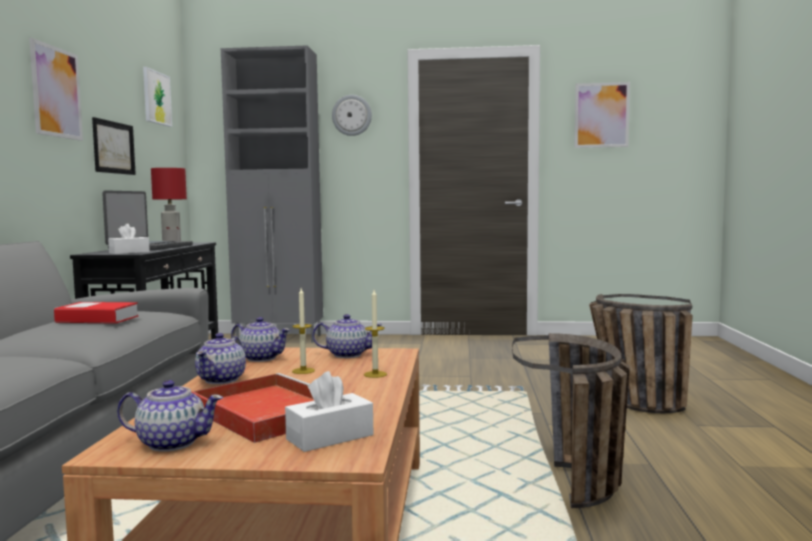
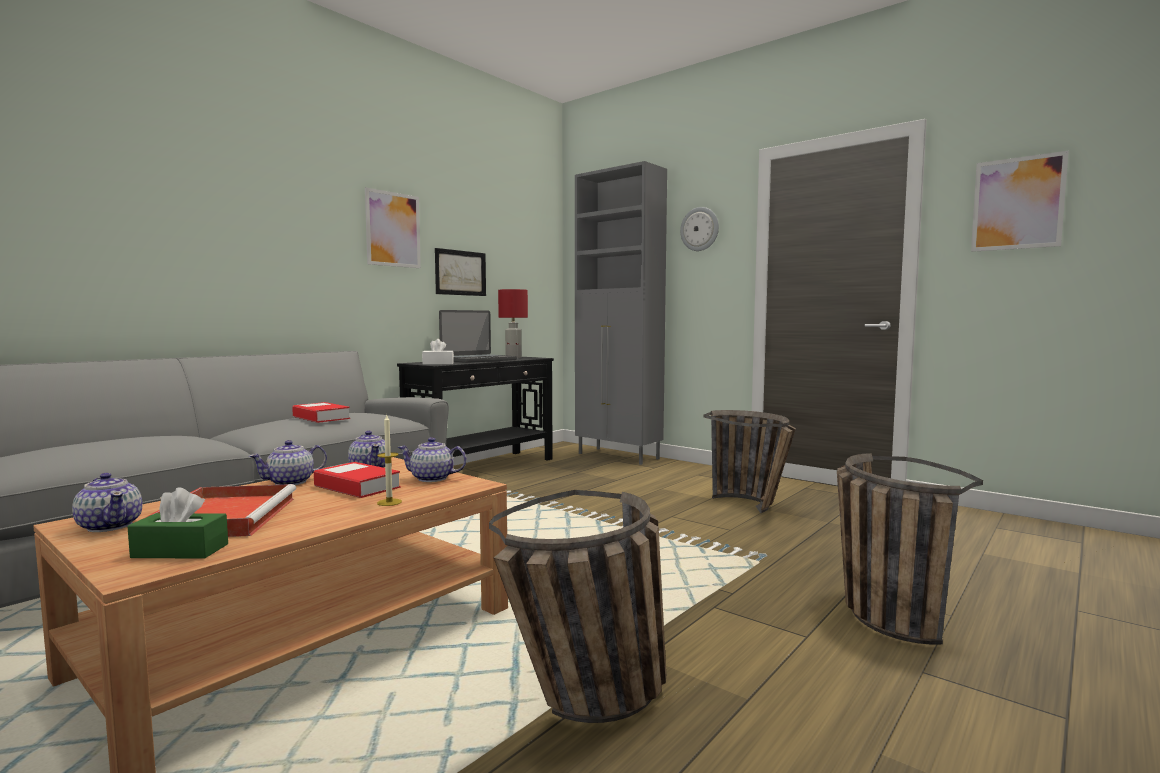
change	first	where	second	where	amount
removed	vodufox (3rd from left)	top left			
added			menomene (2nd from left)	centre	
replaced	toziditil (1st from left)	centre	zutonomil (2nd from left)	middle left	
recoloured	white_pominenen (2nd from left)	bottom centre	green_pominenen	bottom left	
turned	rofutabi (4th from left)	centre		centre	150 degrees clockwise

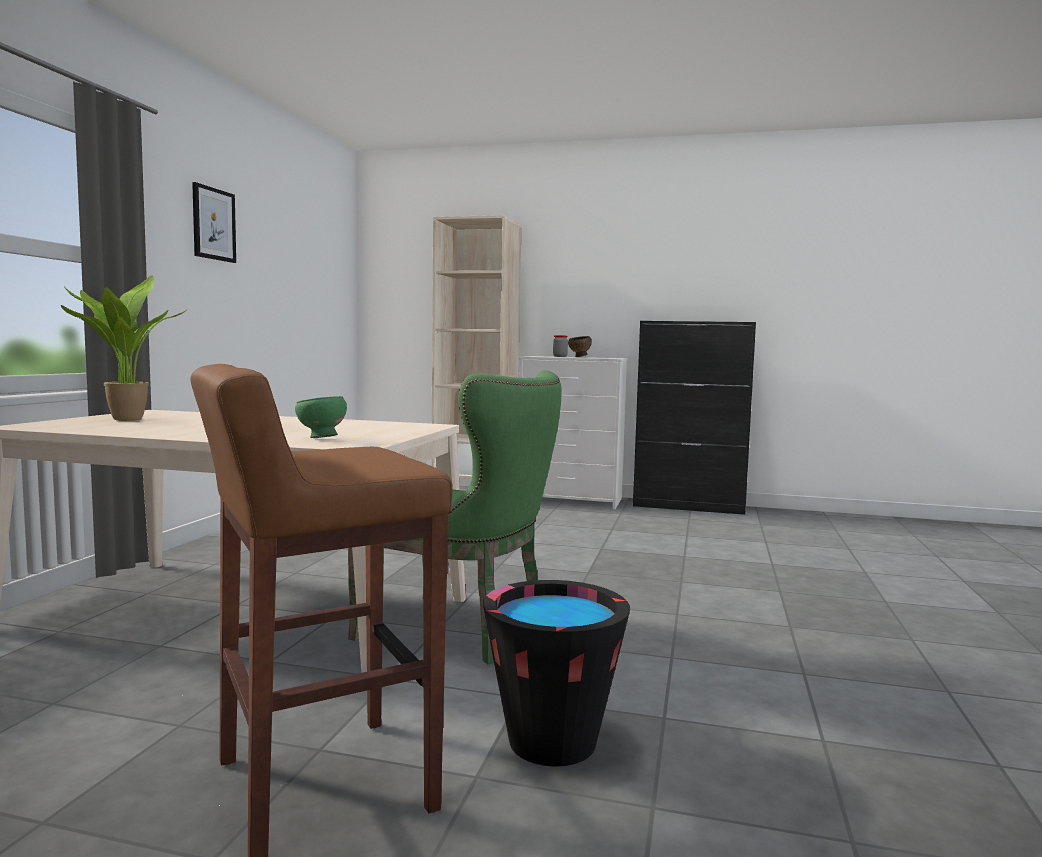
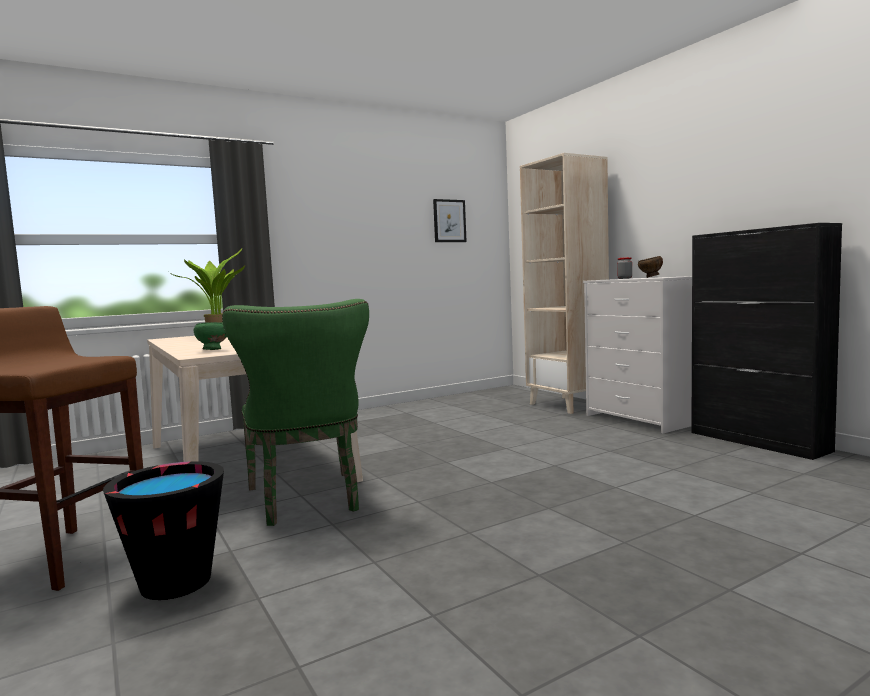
change	first	where	second	where	amount
moved	vodufox	top left		top centre	

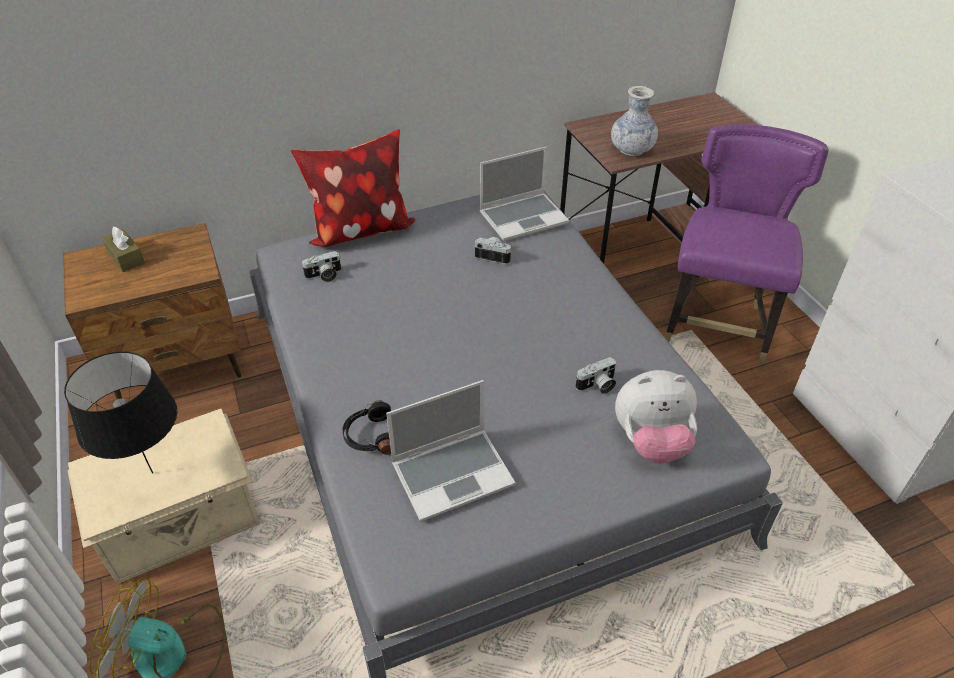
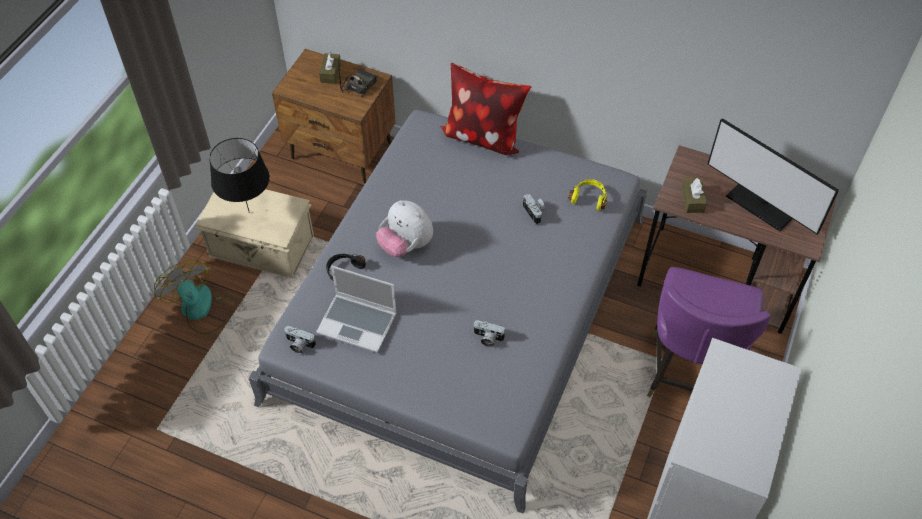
change	first	where	second	where	amount
added			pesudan	top centre	
added			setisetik	middle right	
moved	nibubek (1st from left)	centre		middle left	
moved	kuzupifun	middle right		centre	
replaced	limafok (2nd from left)	top centre	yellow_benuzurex	centre	
replaced	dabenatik	top centre	brown_pominenen (2nd from left)	middle right	
turned	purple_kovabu	middle right		middle right	135 degrees clockwise

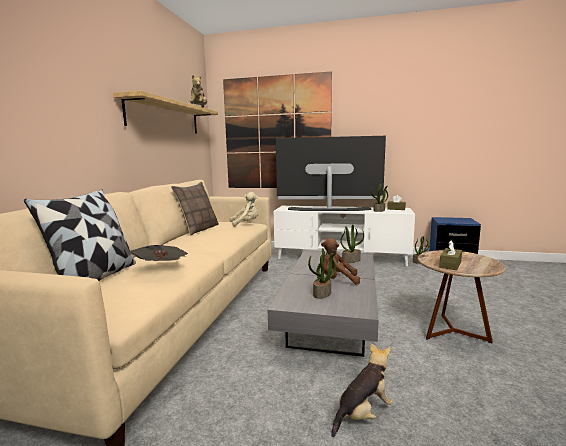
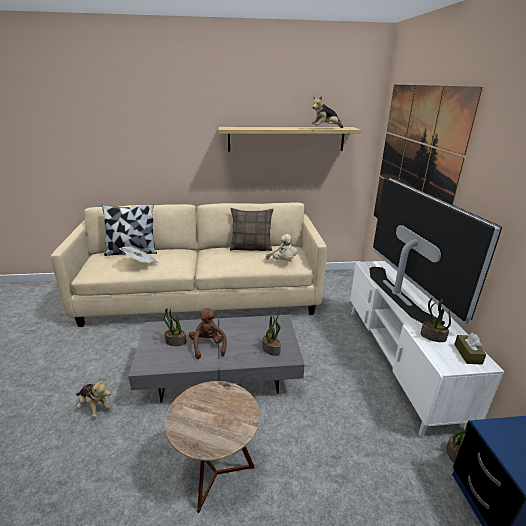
change	first	where	second	where	amount
removed	brown_pominenen (2nd from left)	middle right			

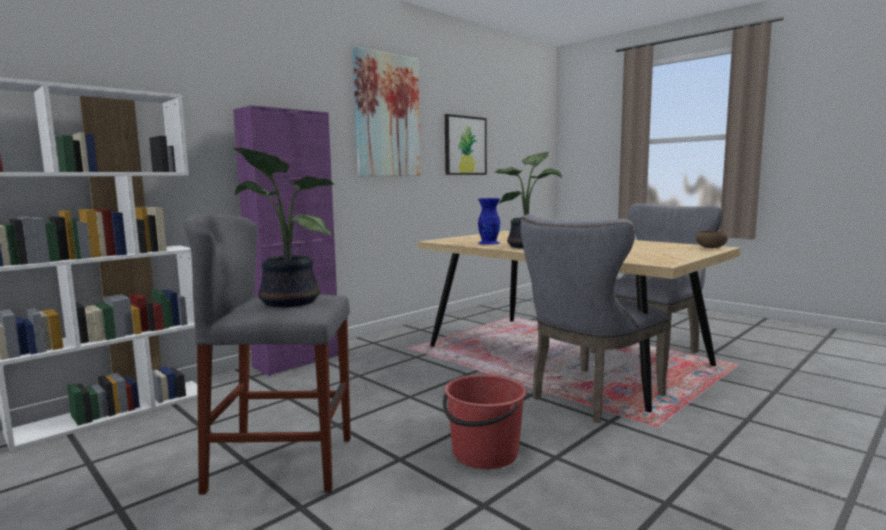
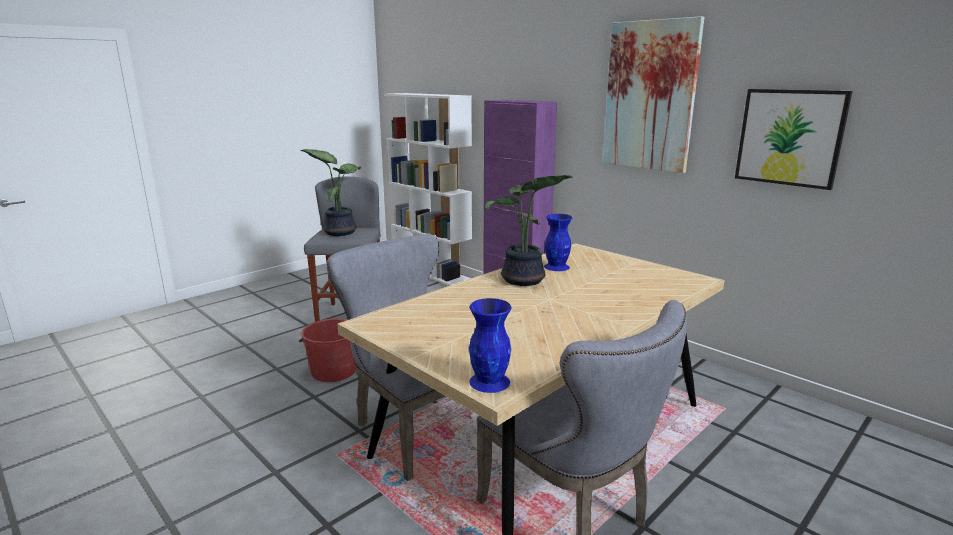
change	first	where	second	where	amount
replaced	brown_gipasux	middle right	blue_dabenatik (1st from left)	centre	

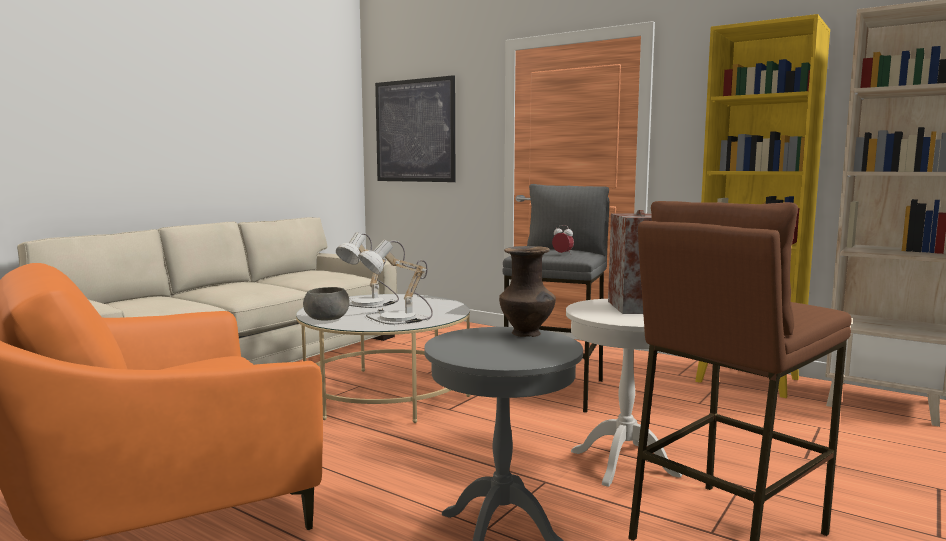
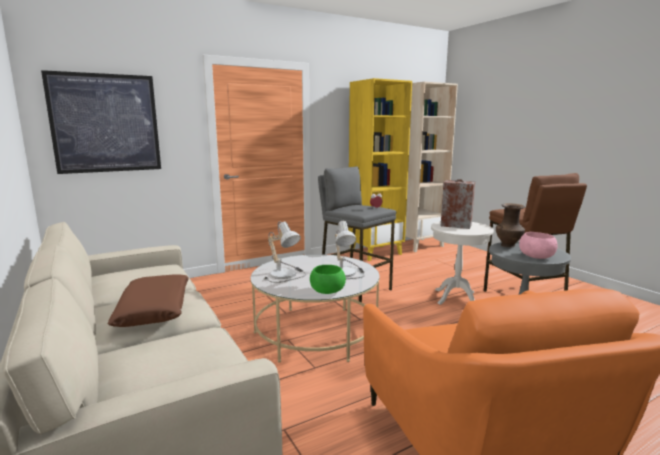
change	first	where	second	where	amount
added			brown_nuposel	middle left	
added			pink_gipasux	middle right	
recoloured	grey_gipasux	centre	green_gipasux	centre	

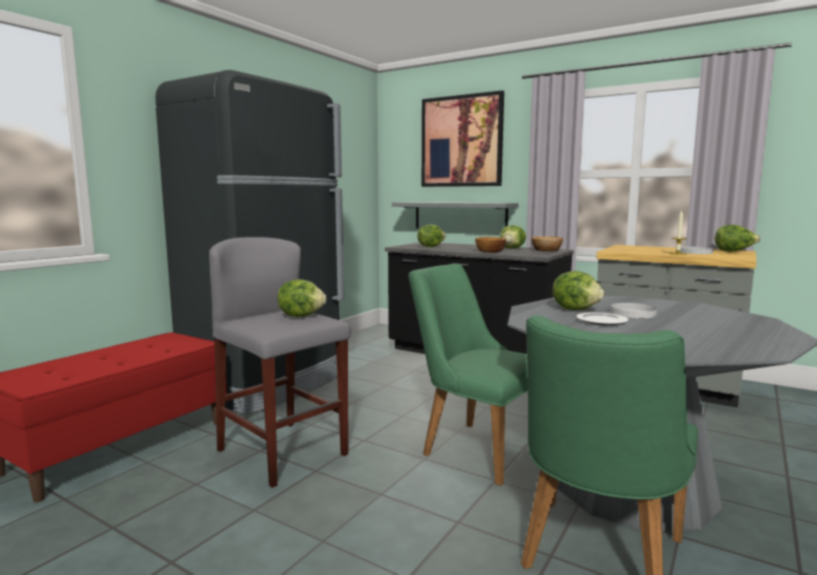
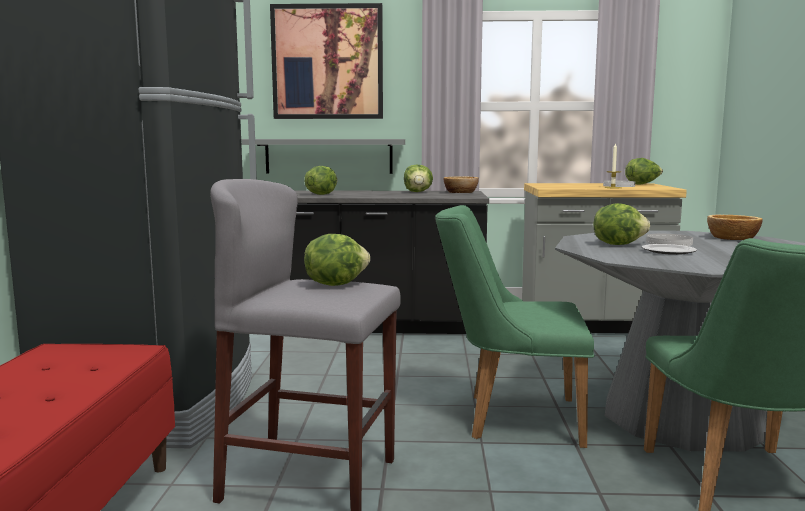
change	first	where	second	where	amount
moved	gipasux (1st from left in the first image)	centre	gipasux (2nd from left)	middle right	

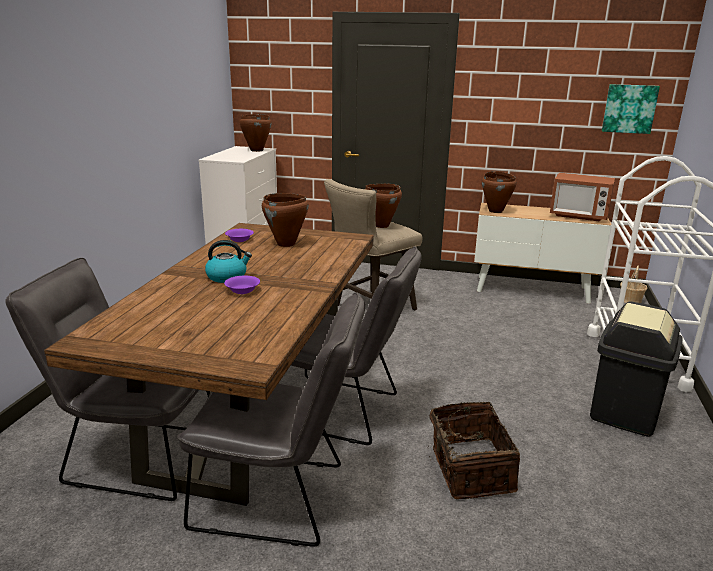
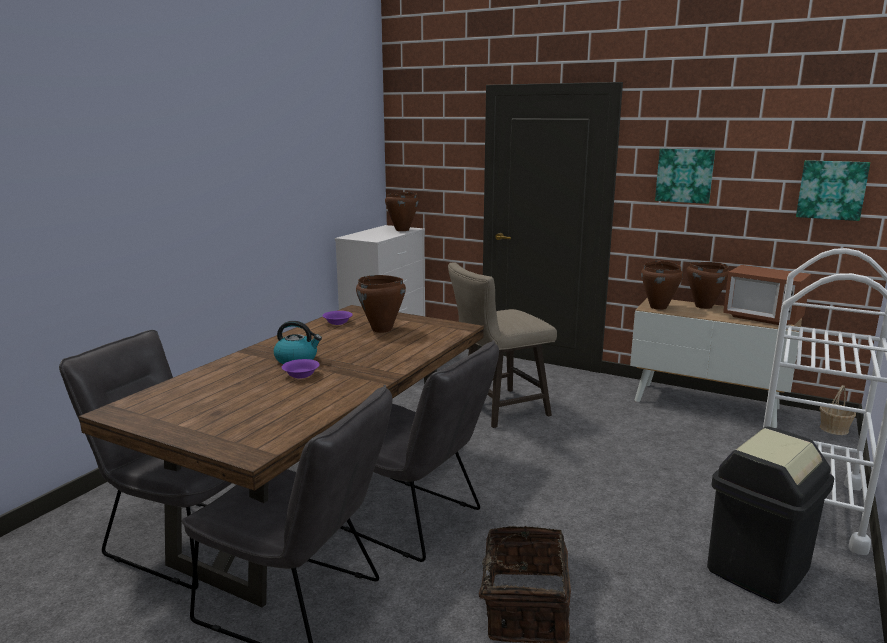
change	first	where	second	where	amount
added			vodufox (1st from left)	top right	
moved	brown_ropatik (3rd from left in the first image)	centre	brown_ropatik (4th from left)	middle right	

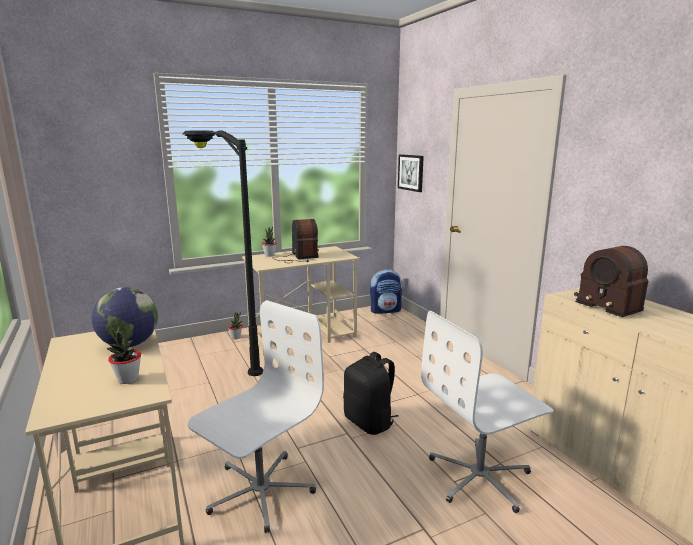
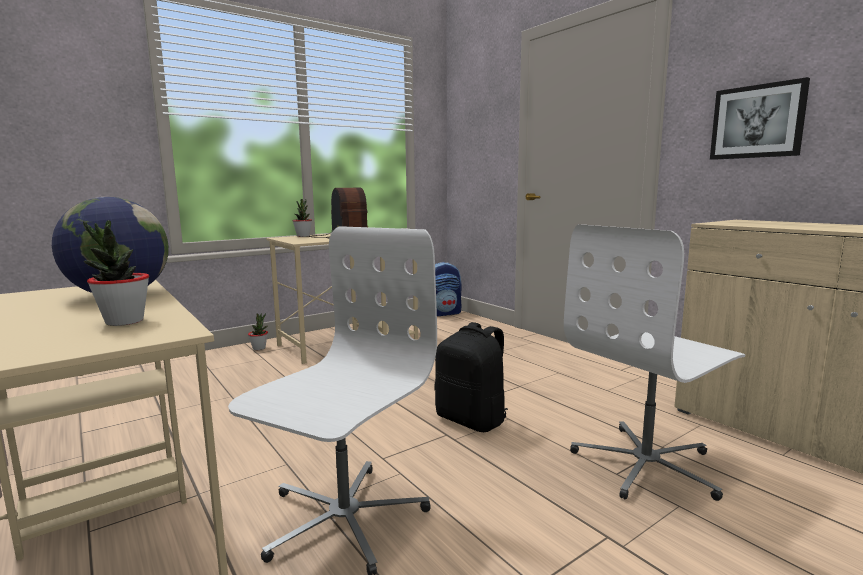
change	first	where	second	where	amount
removed	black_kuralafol	middle left			
removed	pesudan (2nd from left)	middle right			
moved	vodufox	top centre		top right	

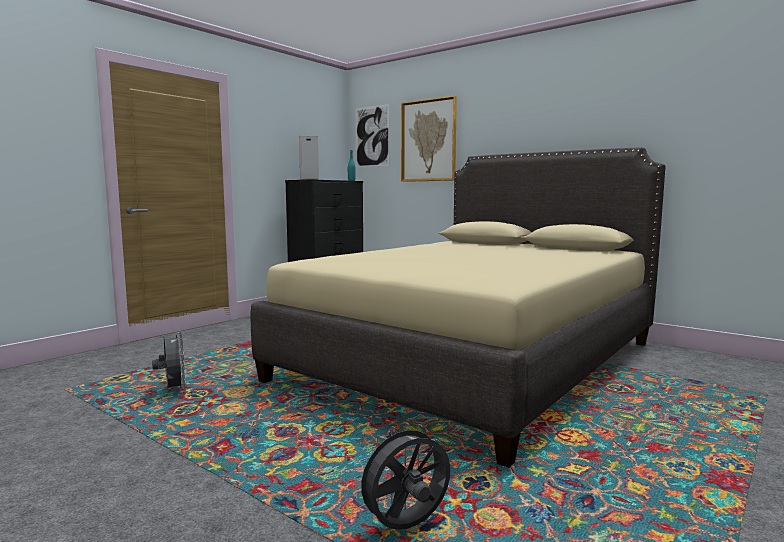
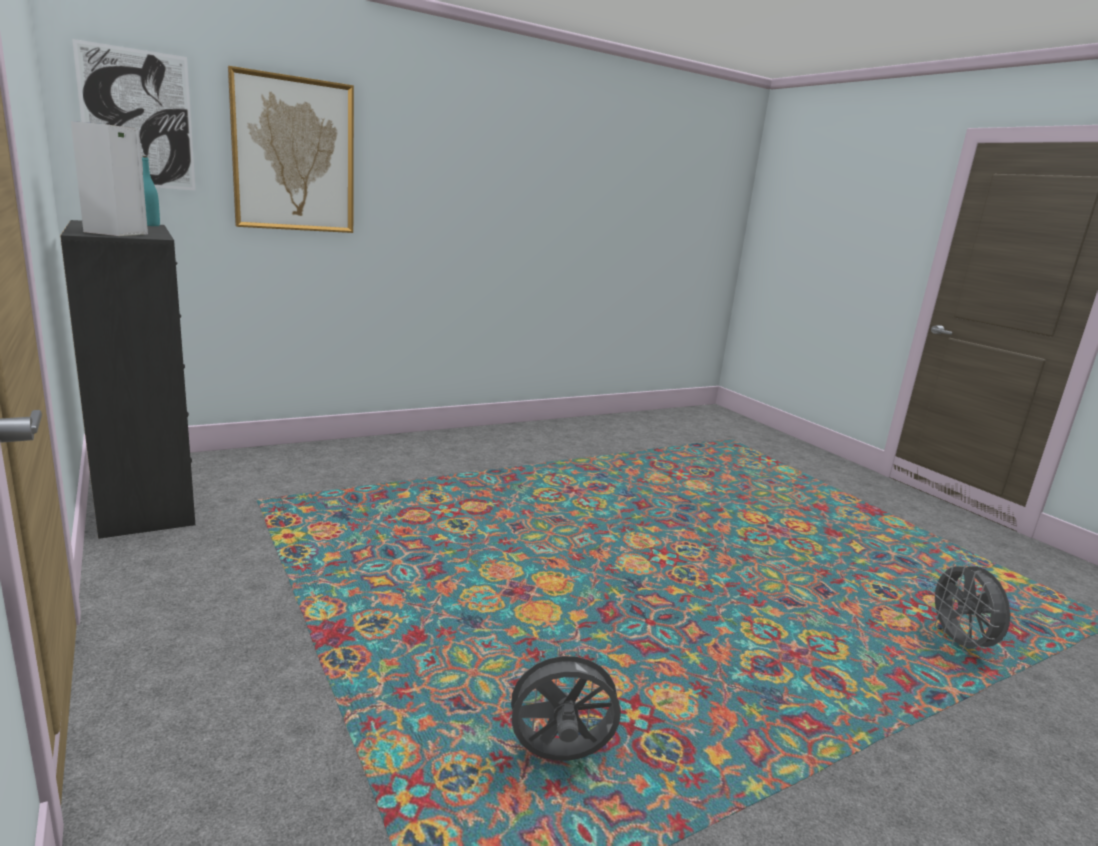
change	first	where	second	where	amount
removed	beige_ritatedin	centre			

